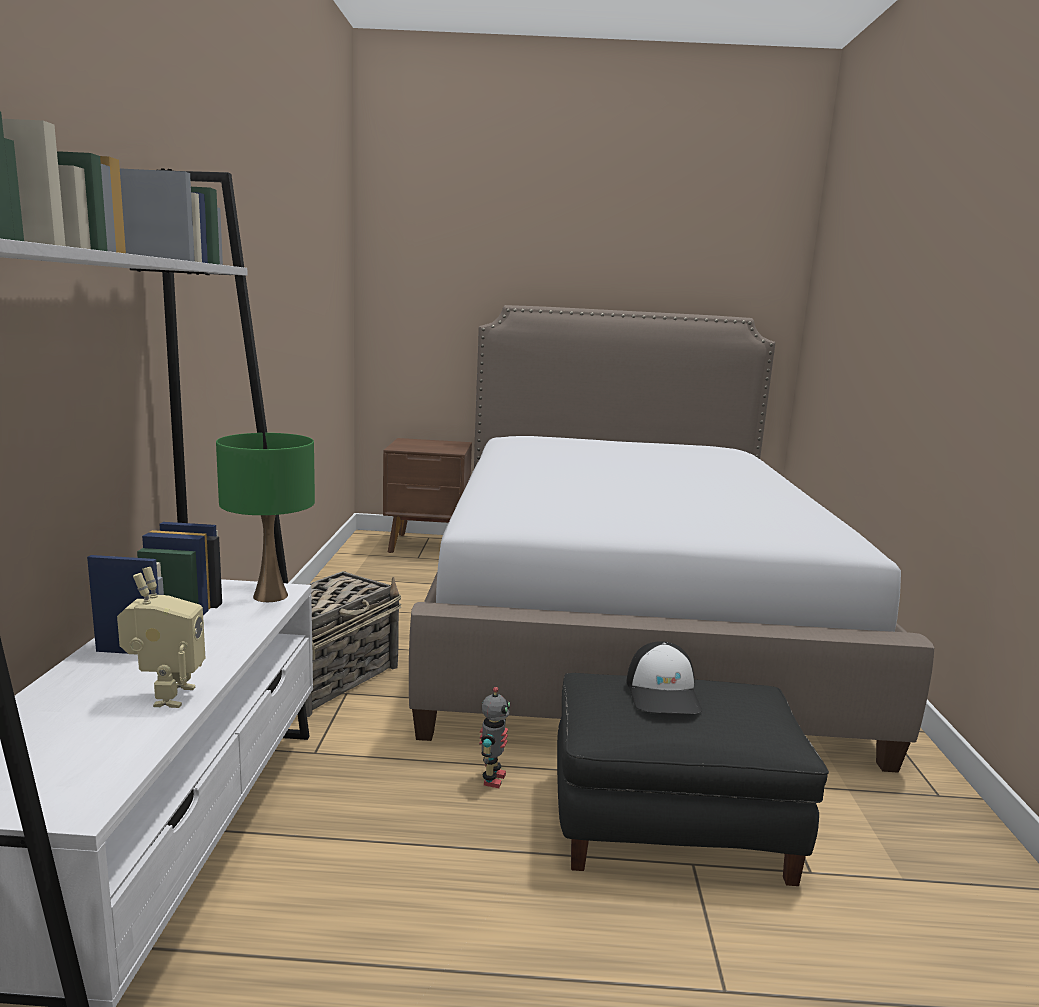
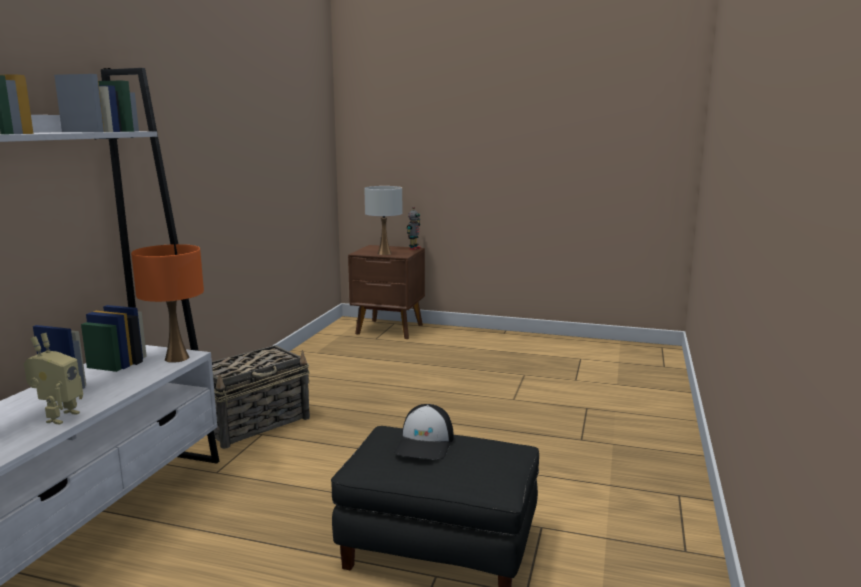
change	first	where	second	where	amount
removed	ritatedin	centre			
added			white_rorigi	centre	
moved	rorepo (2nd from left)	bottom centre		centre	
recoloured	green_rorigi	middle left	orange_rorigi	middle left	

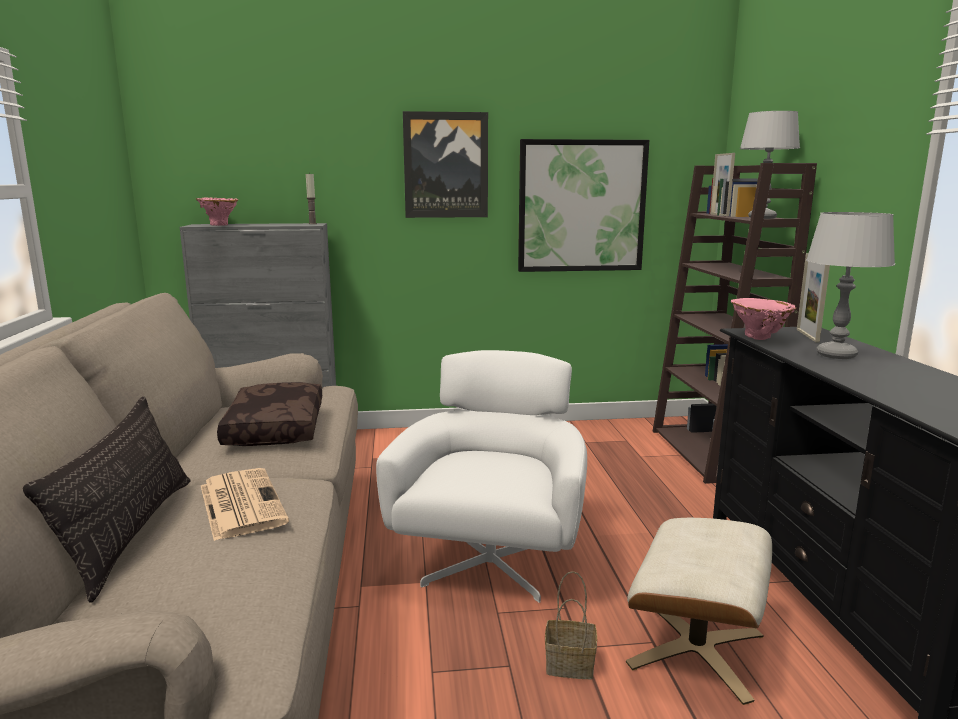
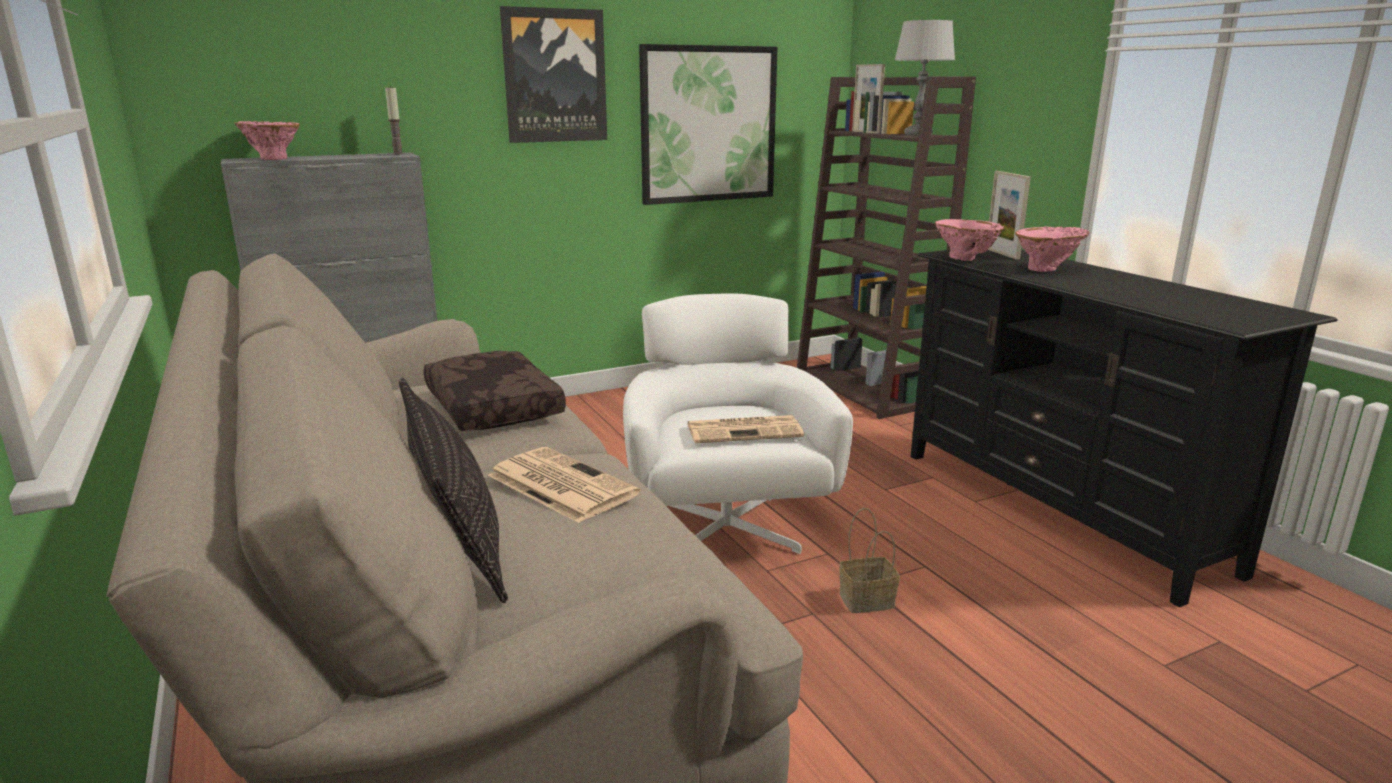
change	first	where	second	where	amount
removed	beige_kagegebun	bottom right			
added			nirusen (2nd from left)	centre	
replaced	grey_rorigi (2nd from left)	middle right	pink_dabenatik (3rd from left)	top right	

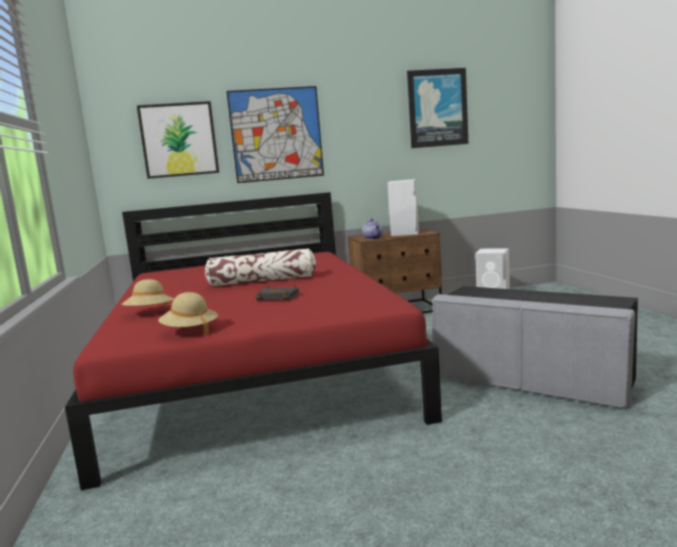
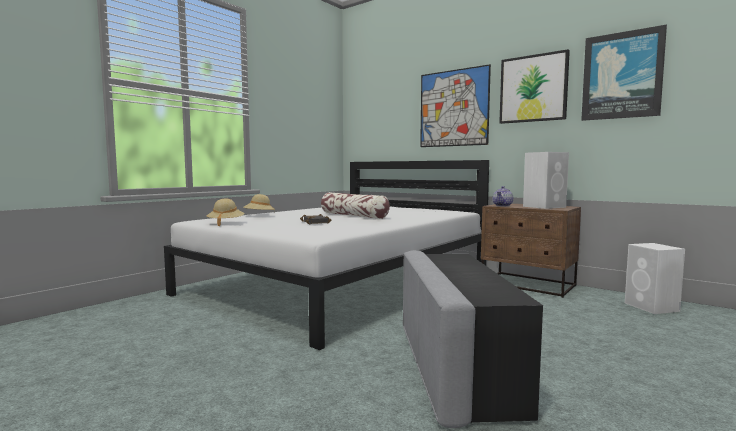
change	first	where	second	where	amount
moved	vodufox (1st from left in the first image)	top left	vodufox (2nd from left)	top right	
recoloured	red_ritatedin	centre	white_ritatedin	centre	

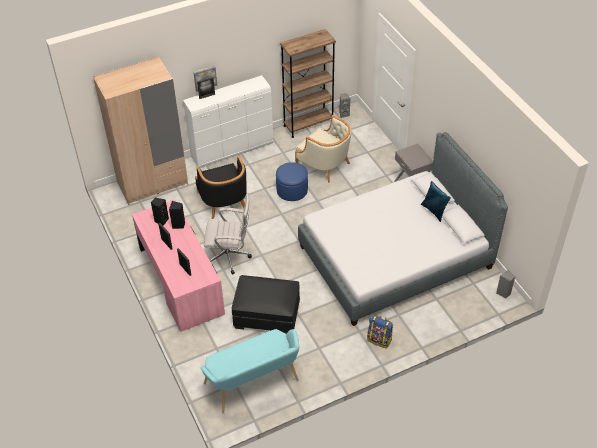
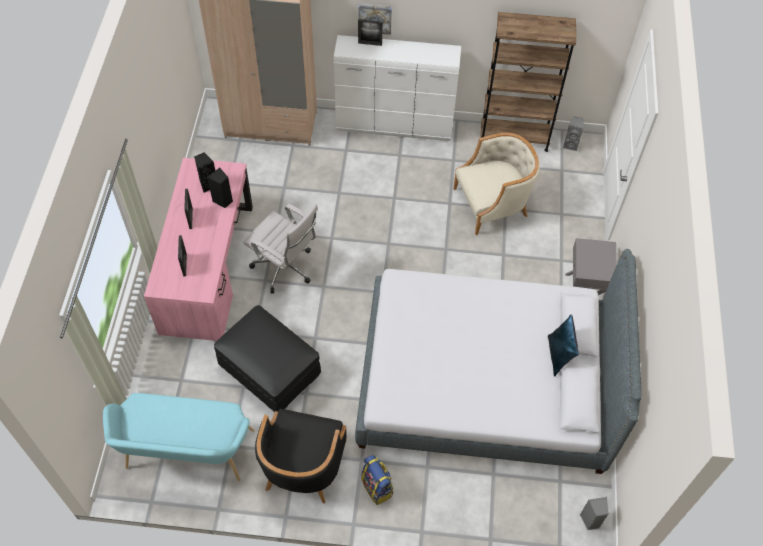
change	first	where	second	where	amount
removed	blue_kagegebun	centre			
moved	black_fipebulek	centre		bottom centre	
turned	beige_fipebulek	top centre		centre	90 degrees counterclockwise

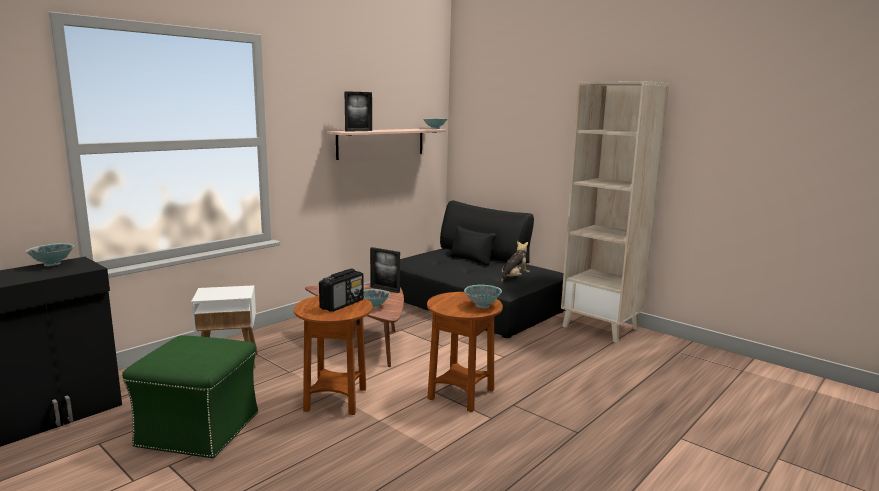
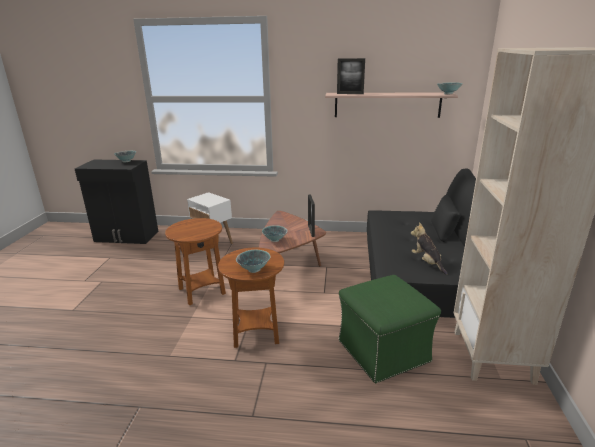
change	first	where	second	where	amount
removed	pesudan	centre			
moved	green_kagegebun	bottom left		bottom centre	
turned	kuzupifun	centre		middle right	120 degrees counterclockwise

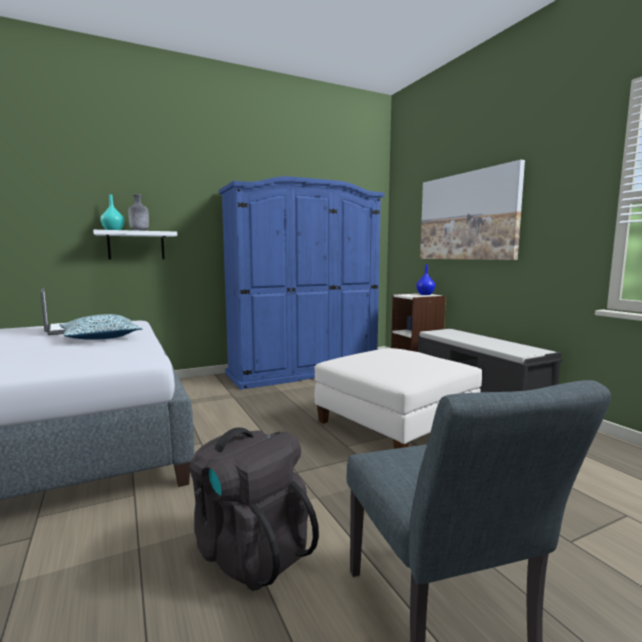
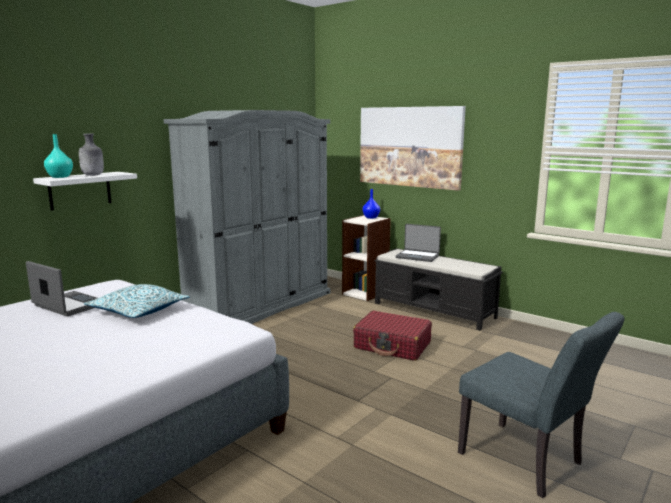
change	first	where	second	where	amount
removed	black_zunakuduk	bottom centre			
added			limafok (2nd from left)	centre	
replaced	white_kagegebun	centre	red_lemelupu	centre	
recoloured	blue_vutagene	centre	grey_vutagene	centre	

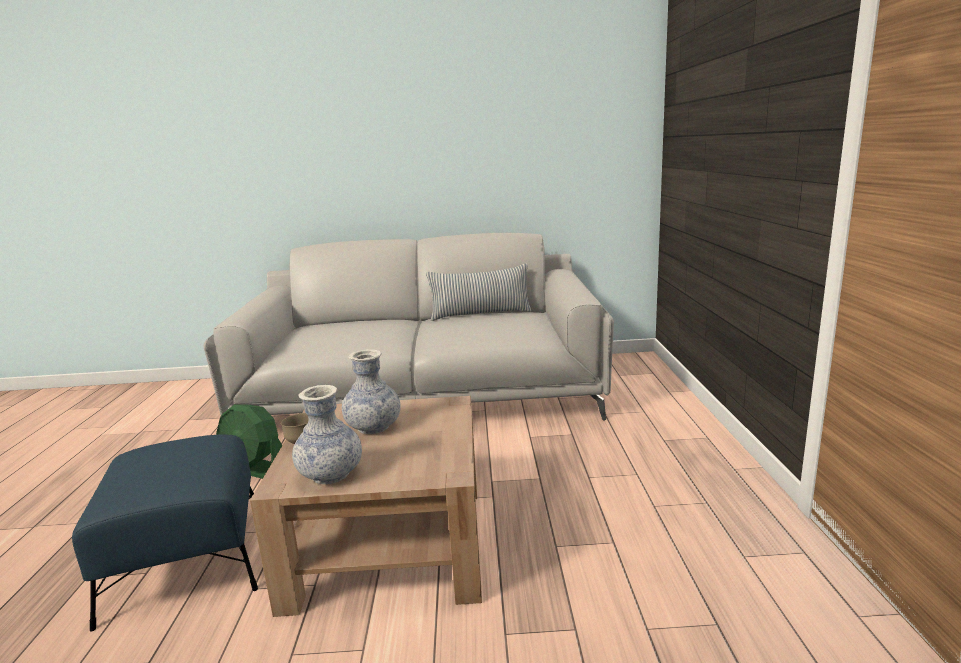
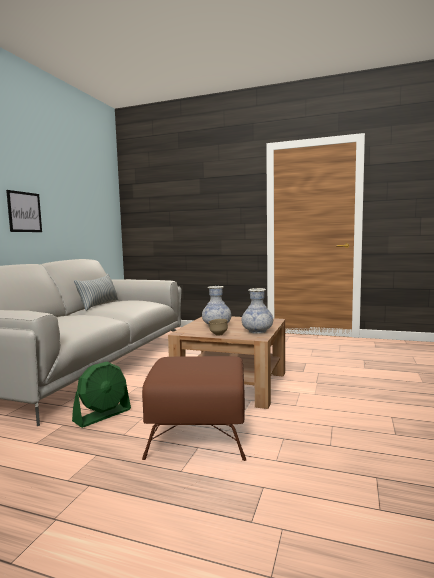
change	first	where	second	where	amount
added			vodufox	middle left	
recoloured	blue_kagegebun	bottom left	brown_kagegebun	bottom centre	

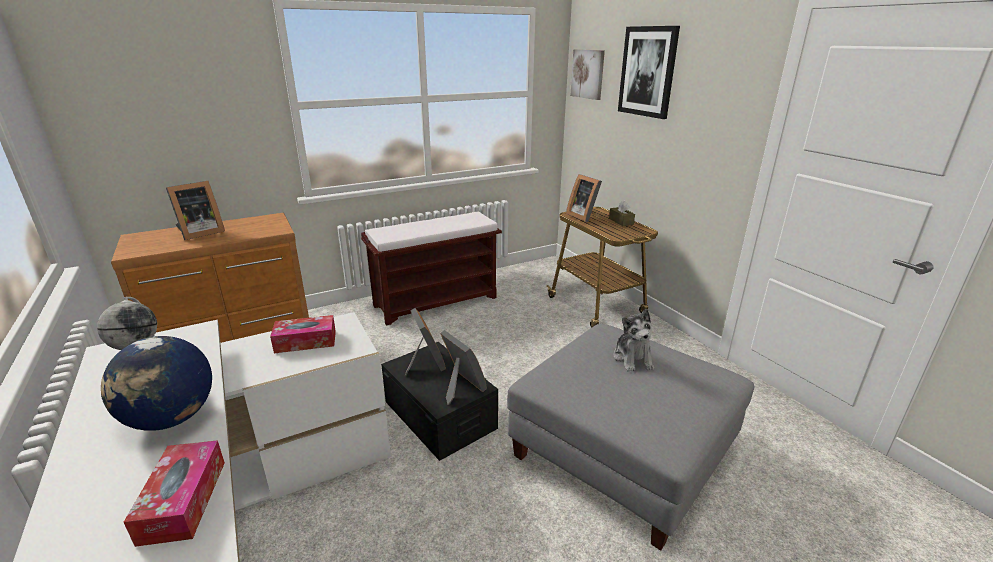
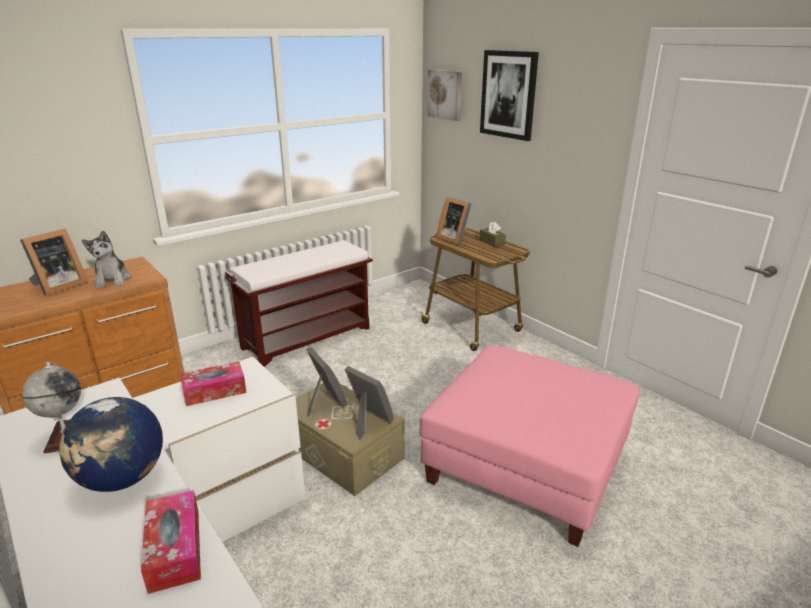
change	first	where	second	where	amount
moved	kuzupifun	centre		middle left	
recoloured	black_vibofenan	bottom centre	beige_vibofenan	bottom centre	
recoloured	grey_kagegebun	bottom centre	pink_kagegebun	bottom centre	

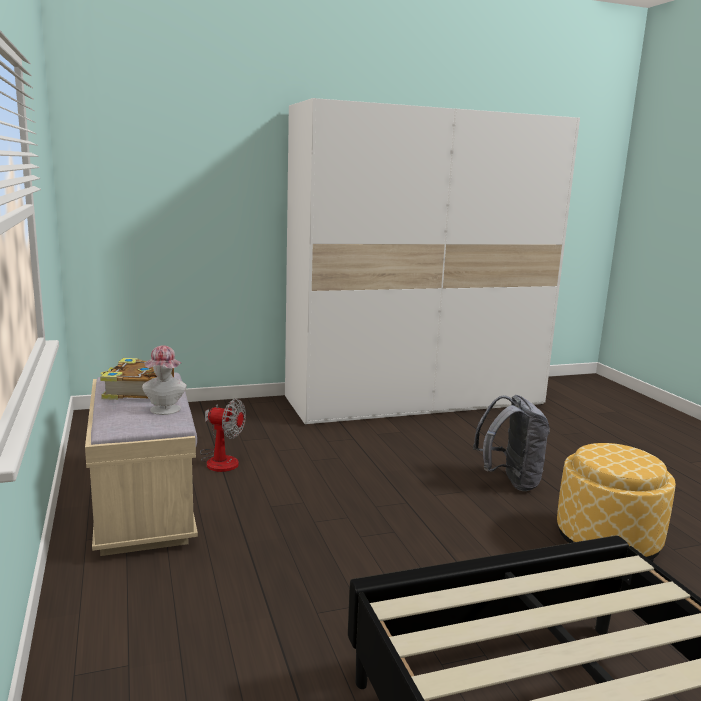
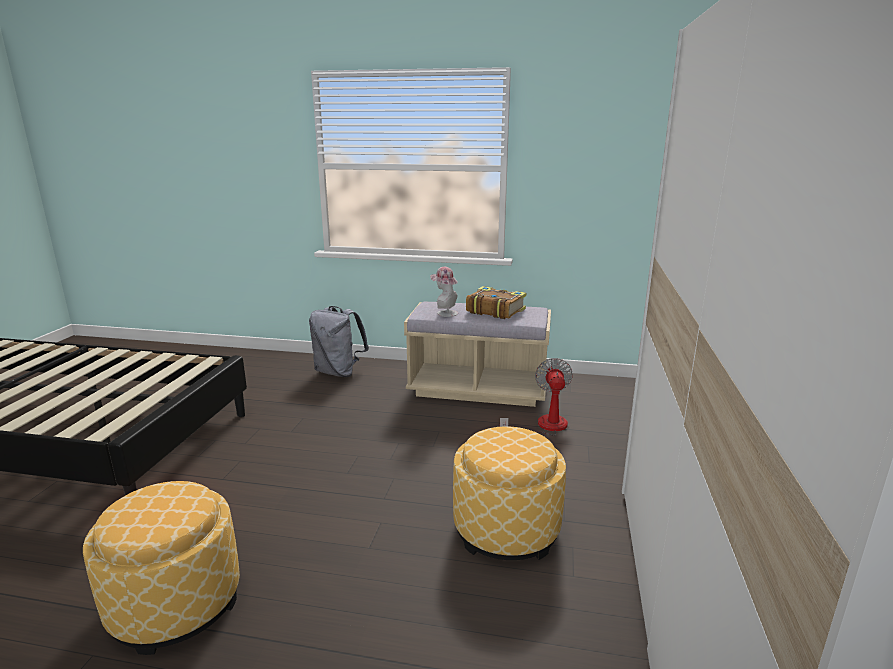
change	first	where	second	where	amount
added			kagegebun (2nd from left)	bottom centre	
moved	grey_zunakuduk	middle right		centre	
turned	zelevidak	middle left		centre	135 degrees clockwise

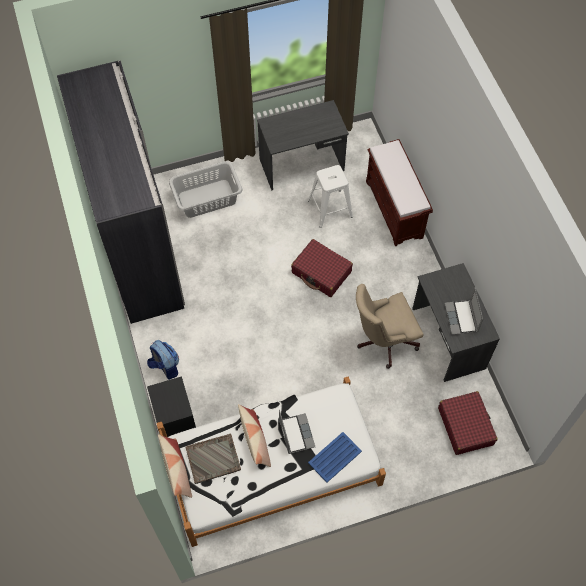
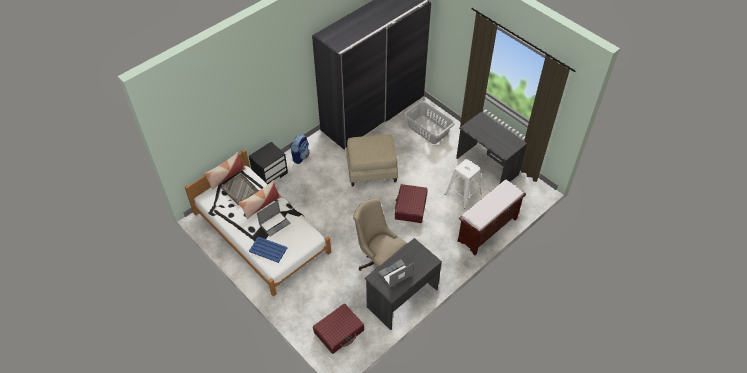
change	first	where	second	where	amount
added			beige_kagegebun	centre	

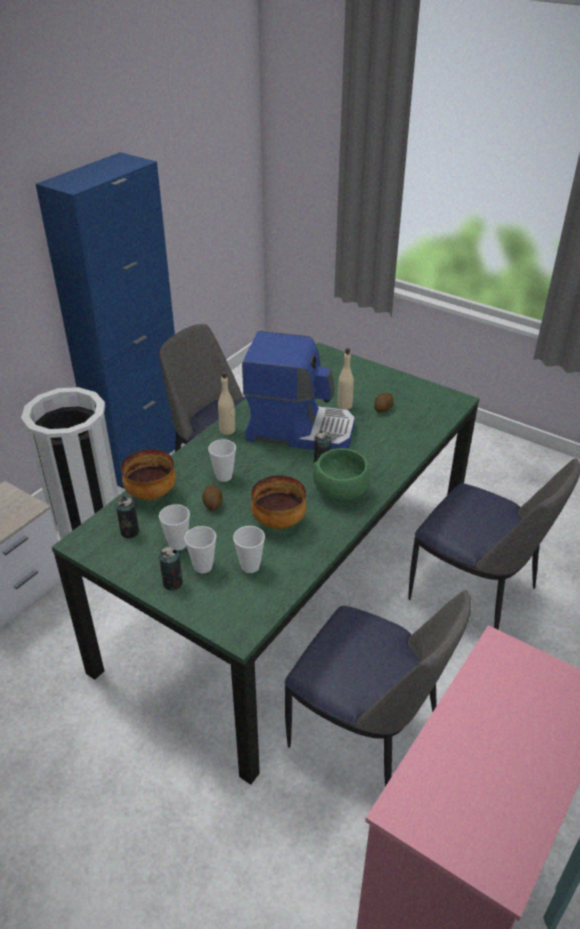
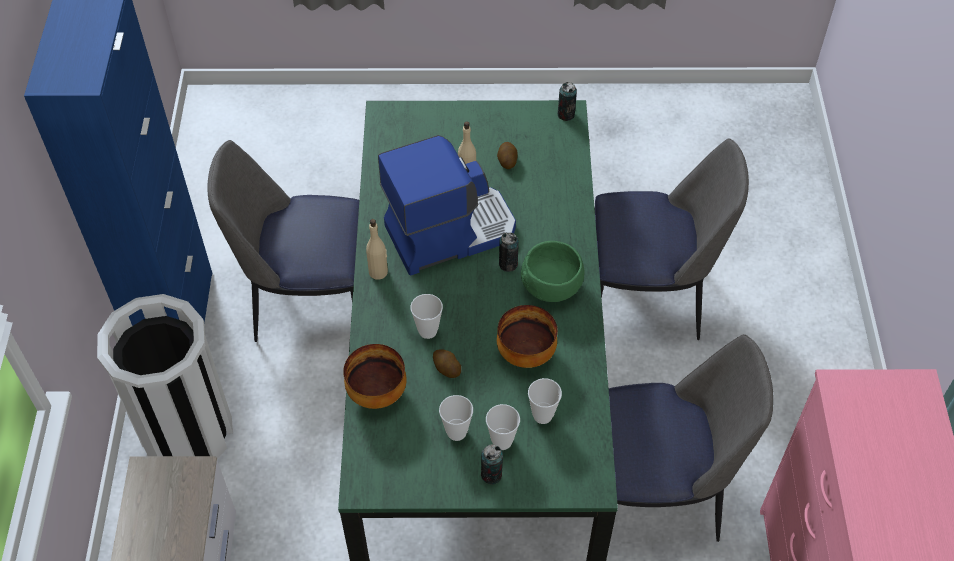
change	first	where	second	where	amount
moved	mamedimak (1st from left in the first image)	middle left	mamedimak (3rd from left)	top centre	

